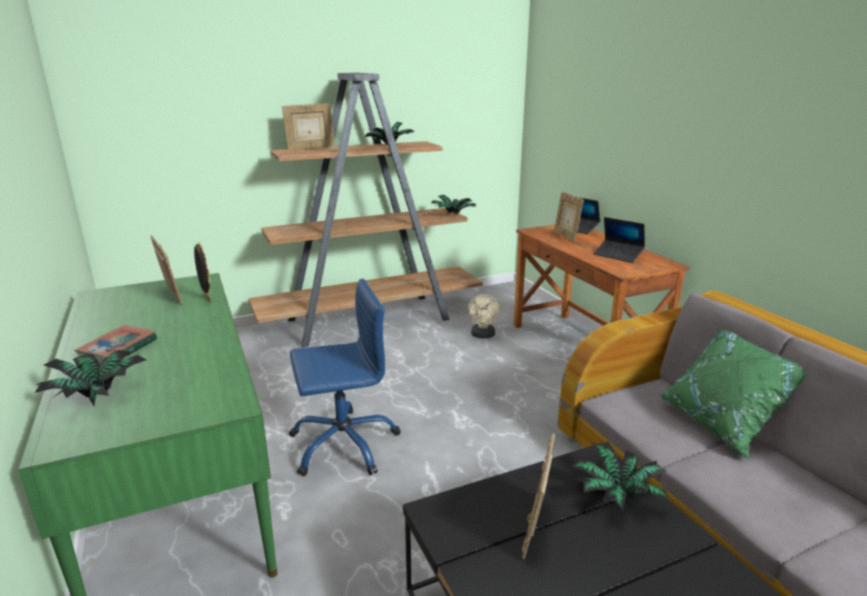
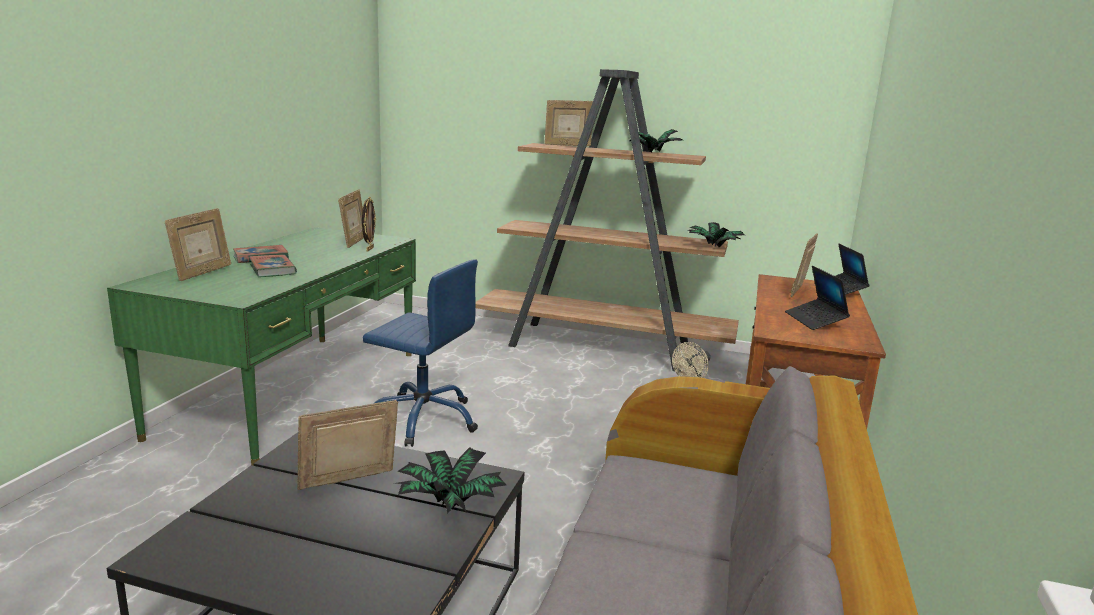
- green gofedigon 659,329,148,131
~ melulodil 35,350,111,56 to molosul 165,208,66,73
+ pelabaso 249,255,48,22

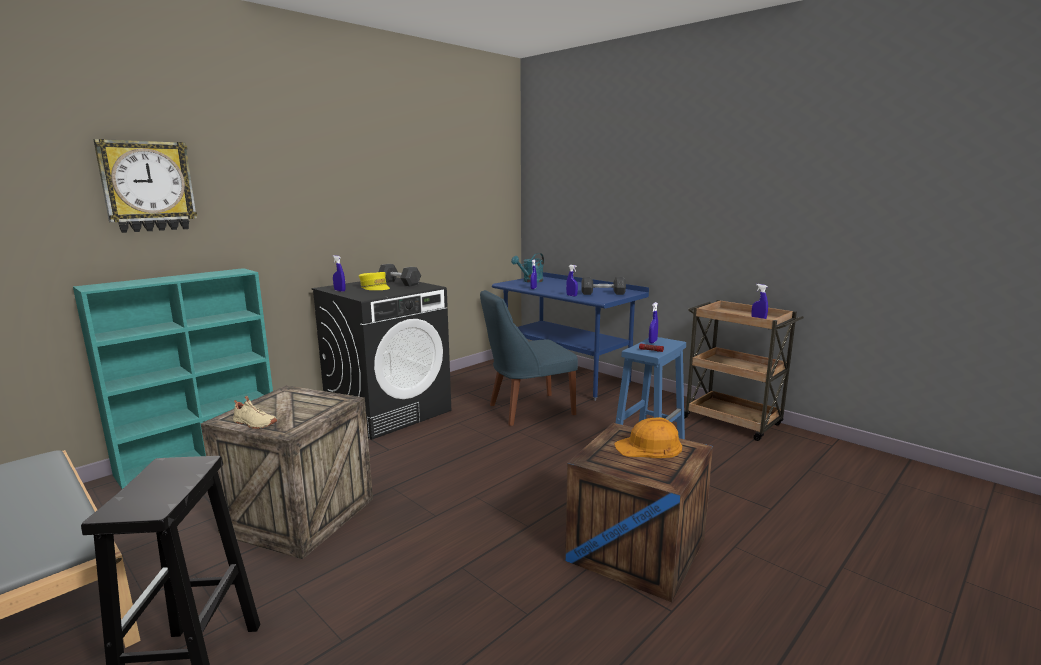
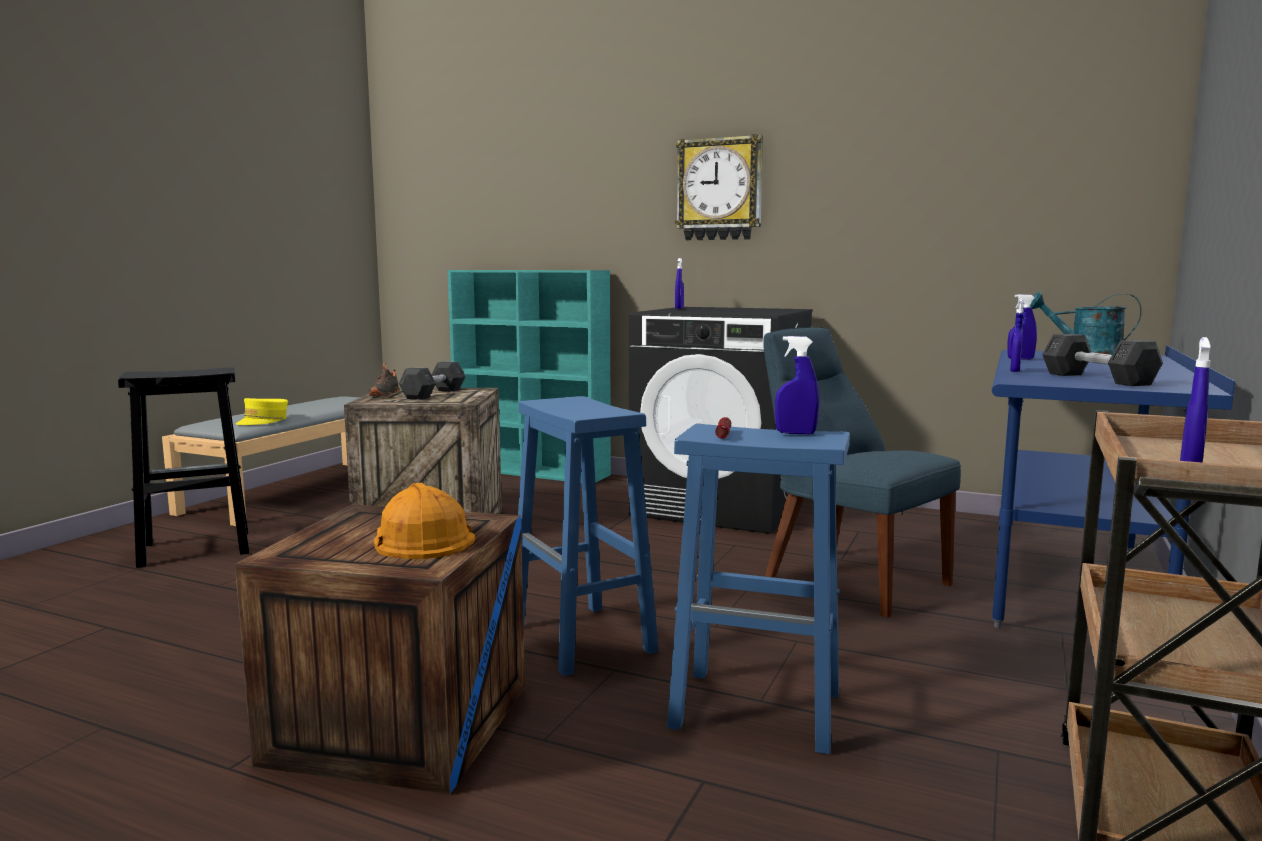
~ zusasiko 93,139,105,94 to 675,134,88,106
~ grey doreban 378,264,43,22 to 399,361,67,39
~ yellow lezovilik 359,272,31,18 to 236,398,52,27
~ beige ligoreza 233,396,44,33 to black ligoreza 369,364,31,32
+ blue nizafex 518,396,141,280

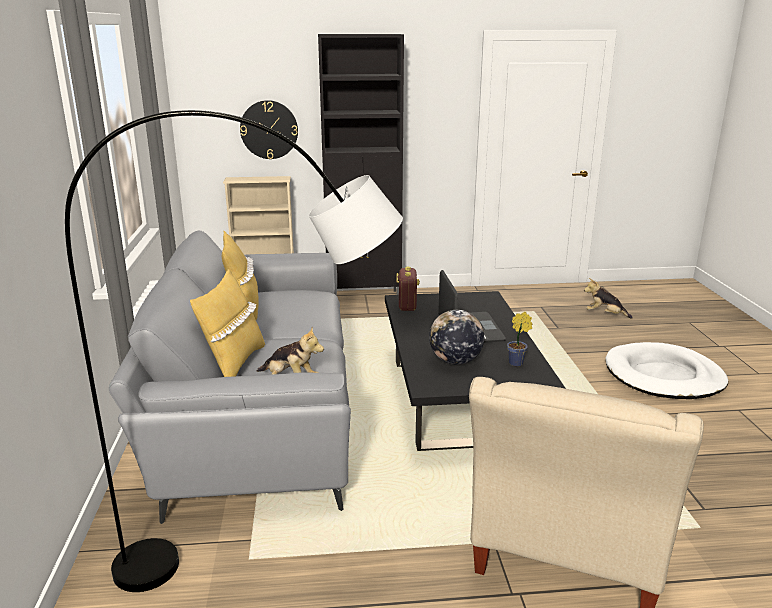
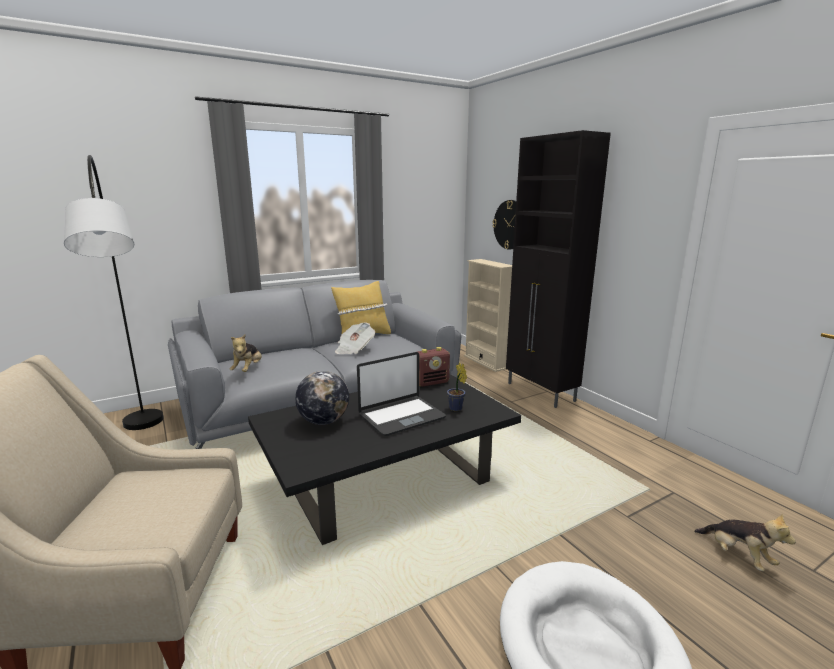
- yellow gofedigon 190,269,75,108
~ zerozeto 584,278,49,41 = 694,513,102,58 150 degrees clockwise
~ melulodil 507,312,25,54 to 447,363,20,48
+ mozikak 335,322,40,32

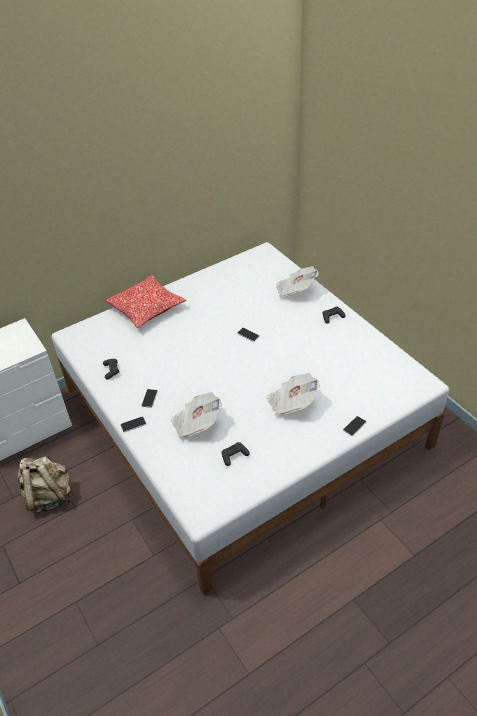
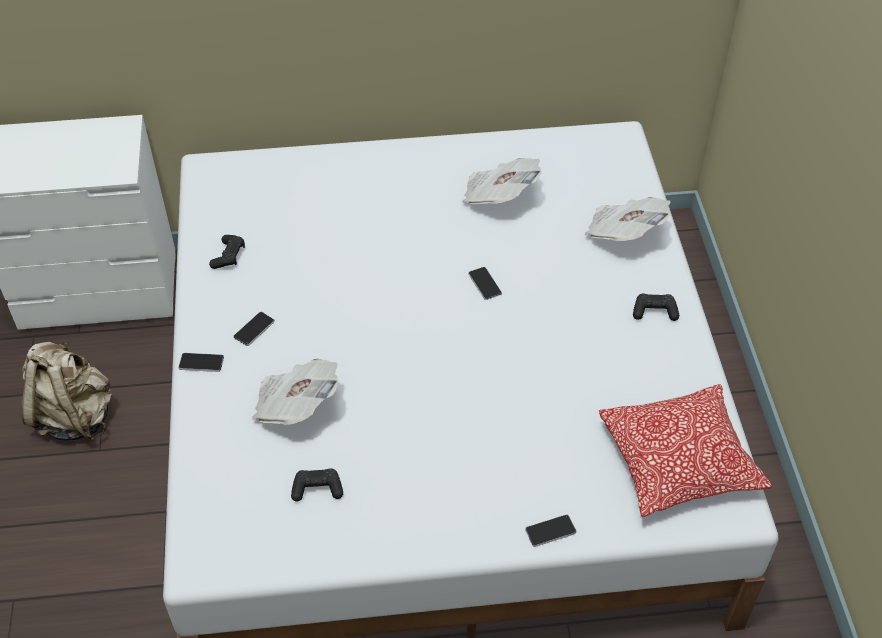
~ gofedigon 105,275,81,54 to 599,384,173,133
~ mozikak 267,373,53,43 to 462,158,79,46

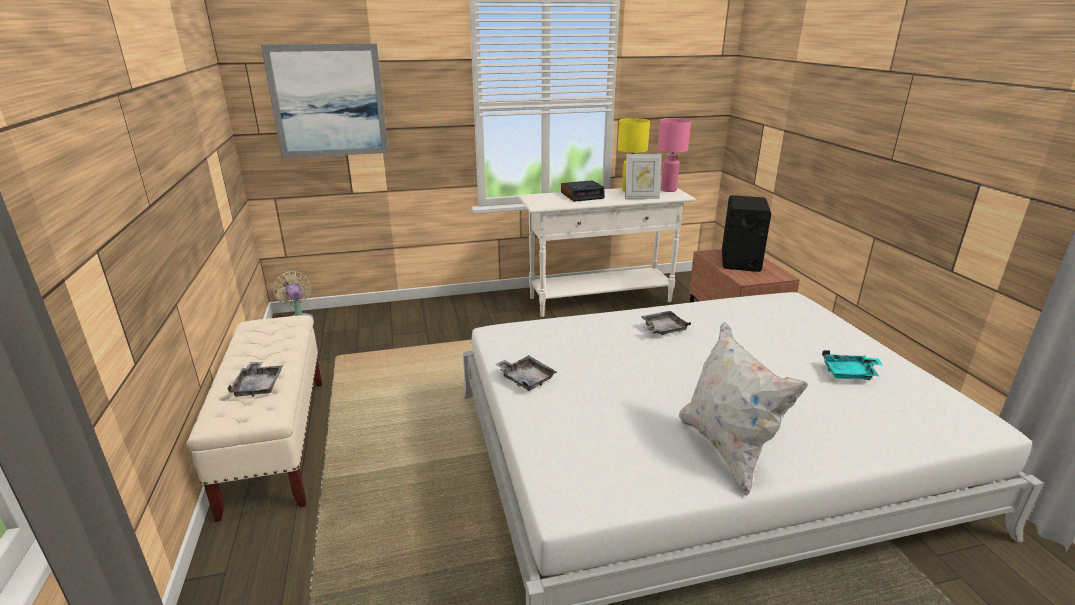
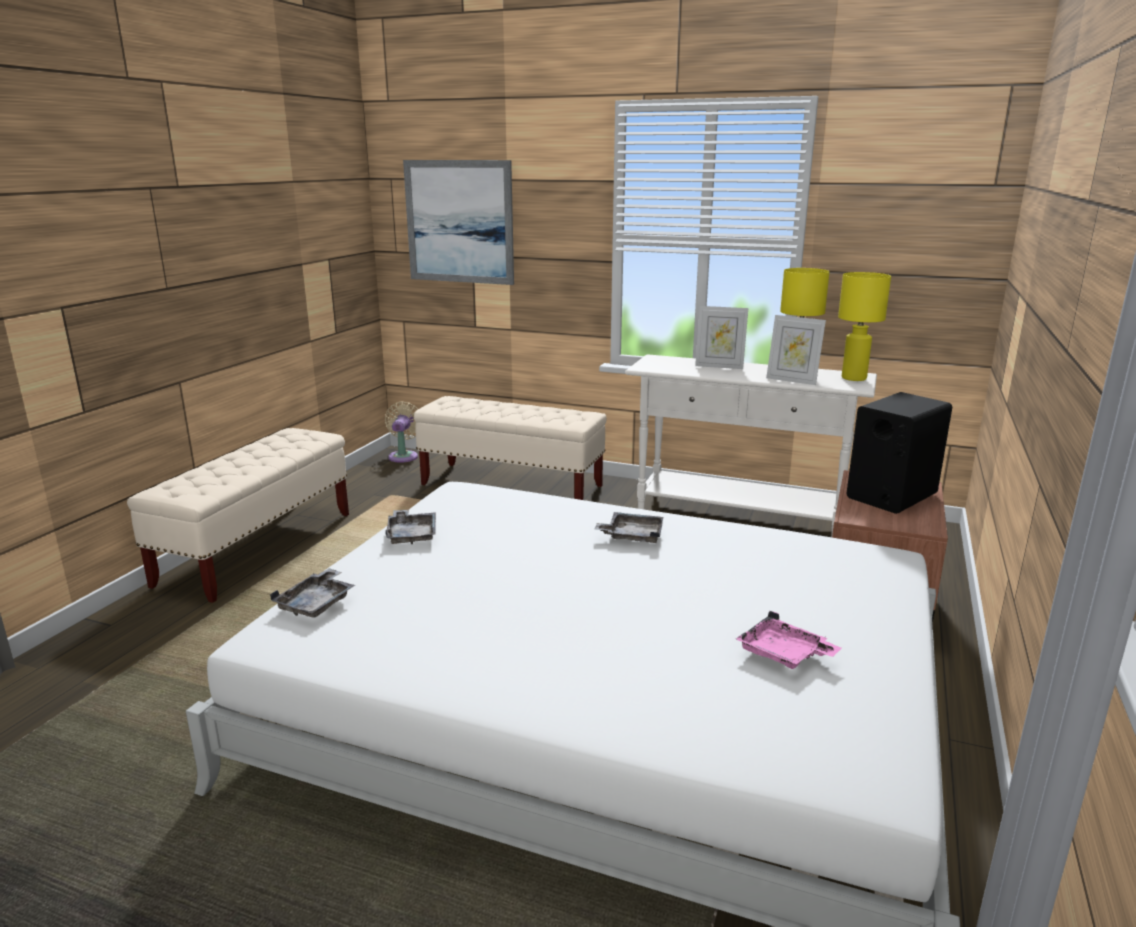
~ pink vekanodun 657,118,34,74 to yellow vekanodun 838,272,53,109
~ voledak 561,180,44,22 to molosul 695,306,53,63
- white gofedigon 679,322,129,174
~ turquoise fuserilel 822,350,60,30 to pink fuserilel 736,611,106,58
~ grey fuserilel 227,362,56,35 to 270,568,85,50
+ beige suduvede 414,396,193,104

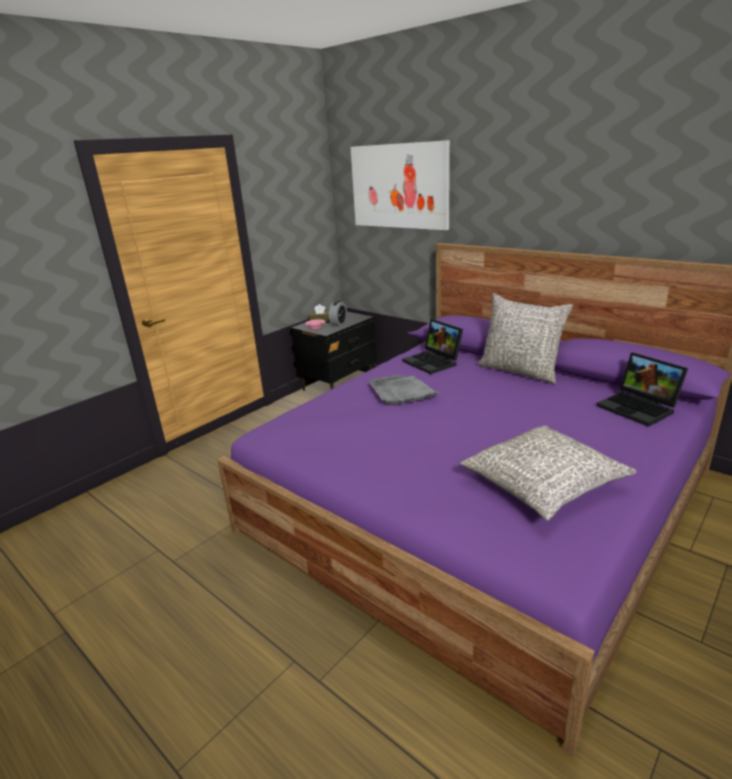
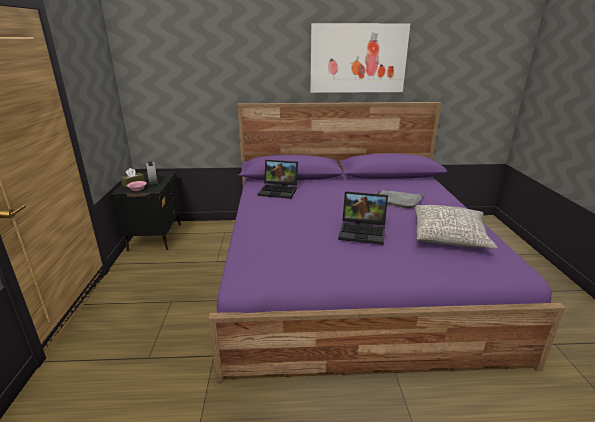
~ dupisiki 350,140,100,90 to 310,23,100,70
- grey gofedigon 477,293,96,91
~ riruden 596,353,92,74 to 338,191,50,54
~ grey fuserilel 369,375,71,29 to 376,190,48,19

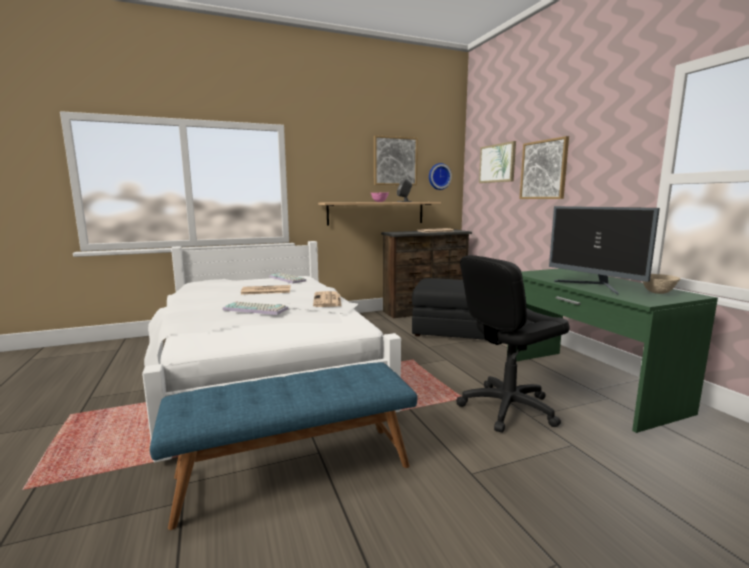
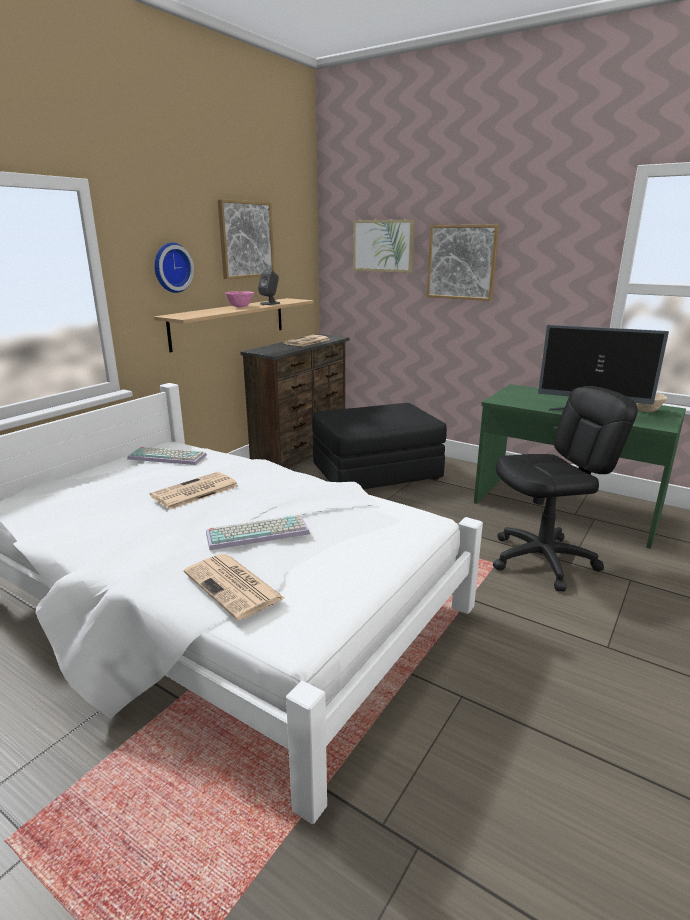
~ zusasiko 429,163,23,27 to 154,242,40,51
~ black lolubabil 456,255,114,178 = 493,386,145,205 135 degrees counterclockwise
~ mozikak 313,291,28,16 to 184,554,102,66
- blue suduvede 150,362,267,168

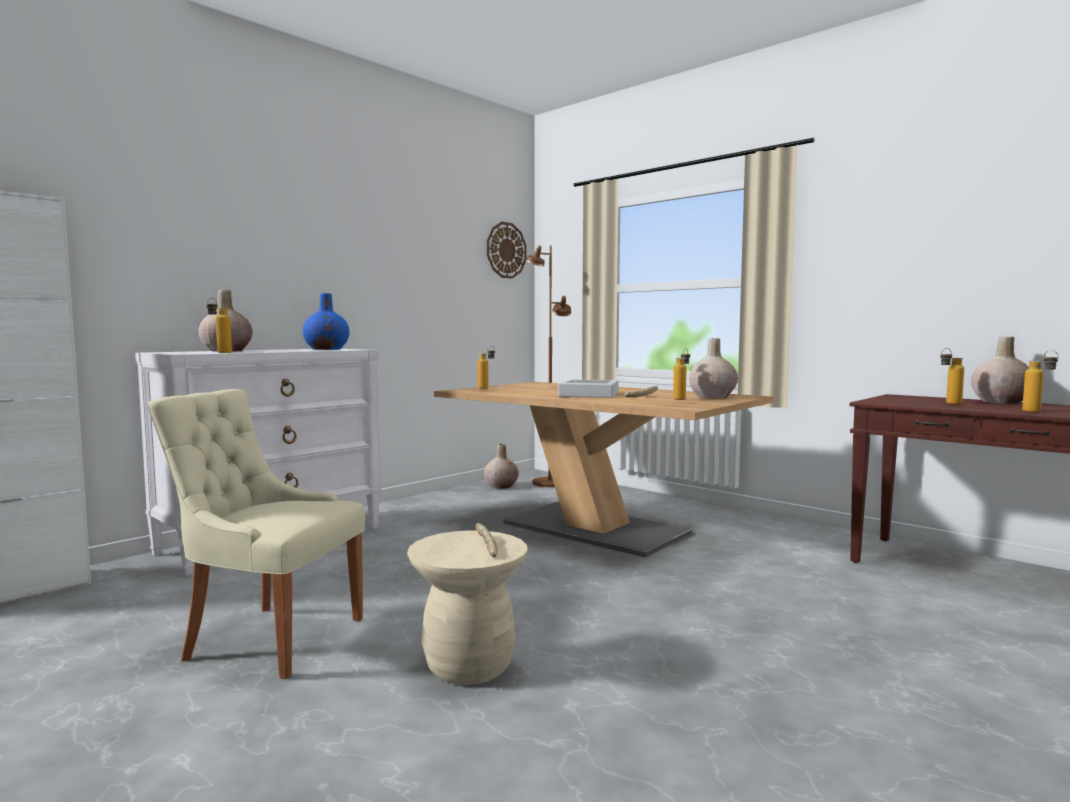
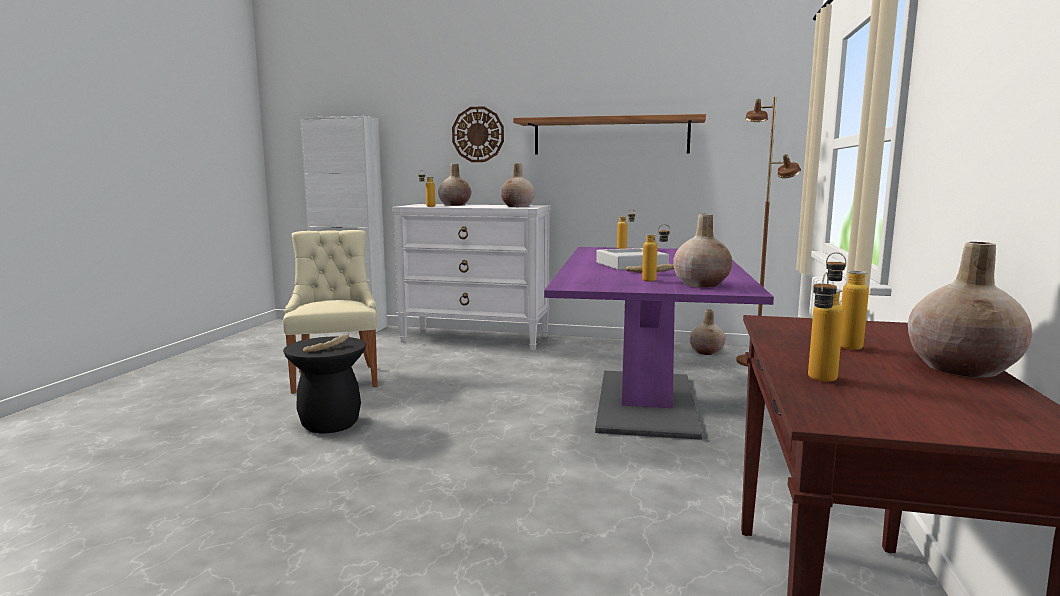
~ zusasiko 487,222,39,57 to 452,106,52,56
~ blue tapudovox 303,293,47,57 to beige tapudovox 501,163,34,44
~ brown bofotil 434,382,339,175 to purple bofotil 544,247,230,193
~ beige nizafex 407,530,121,155 to black nizafex 283,336,83,97
+ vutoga 513,114,193,41

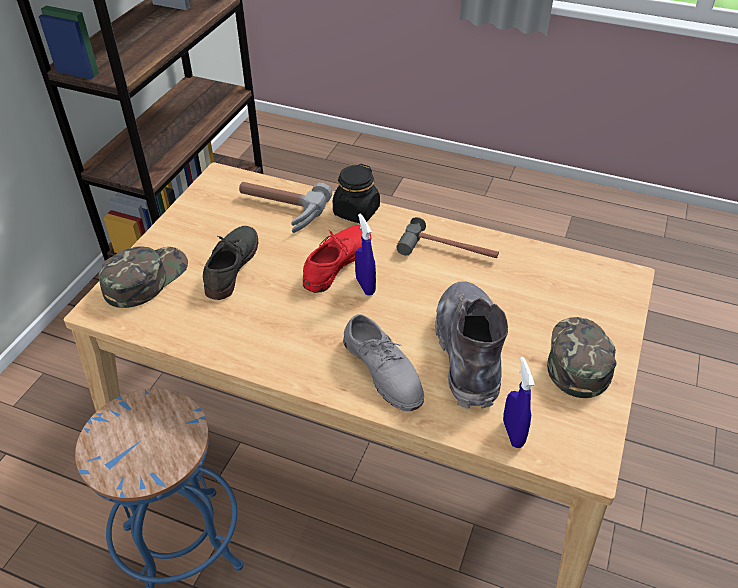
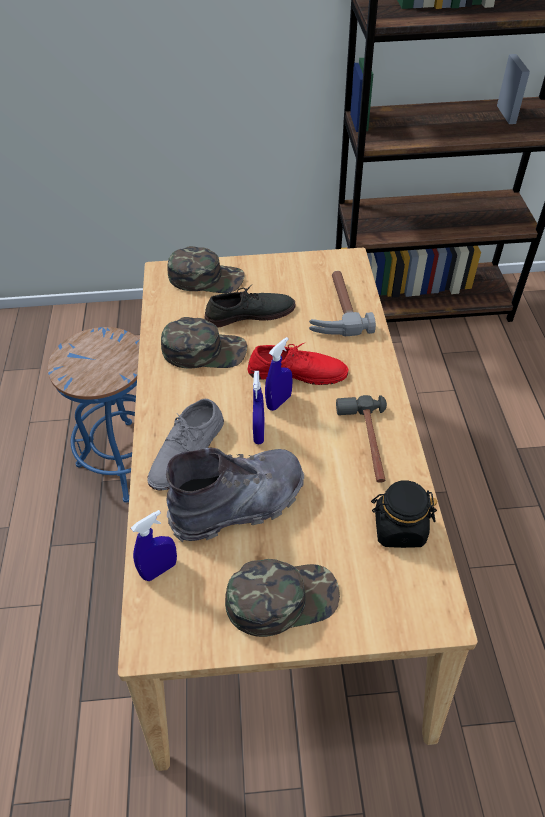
~ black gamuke 333,164,47,59 to 371,480,66,68
+ green lezovilik 161,317,86,51
+ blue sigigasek 253,371,12,73

